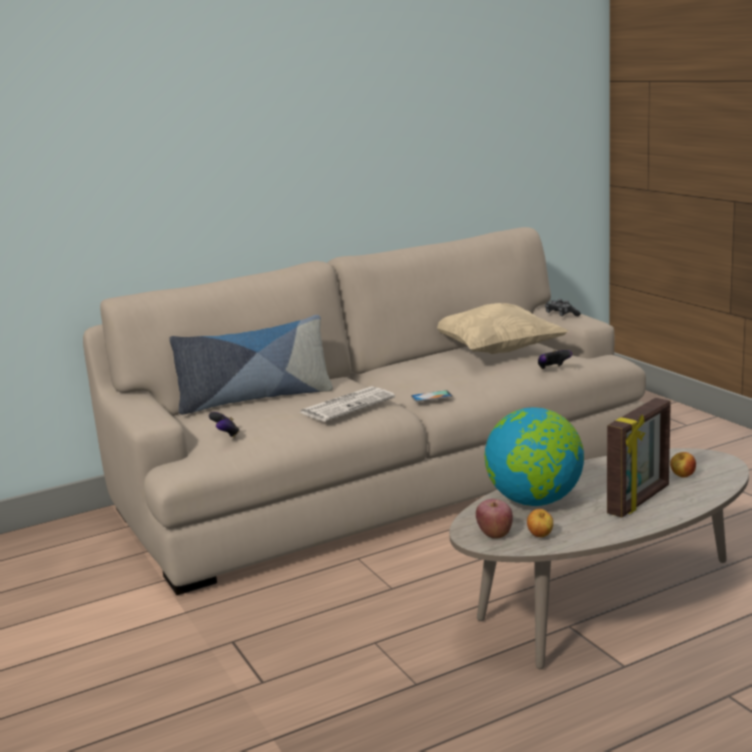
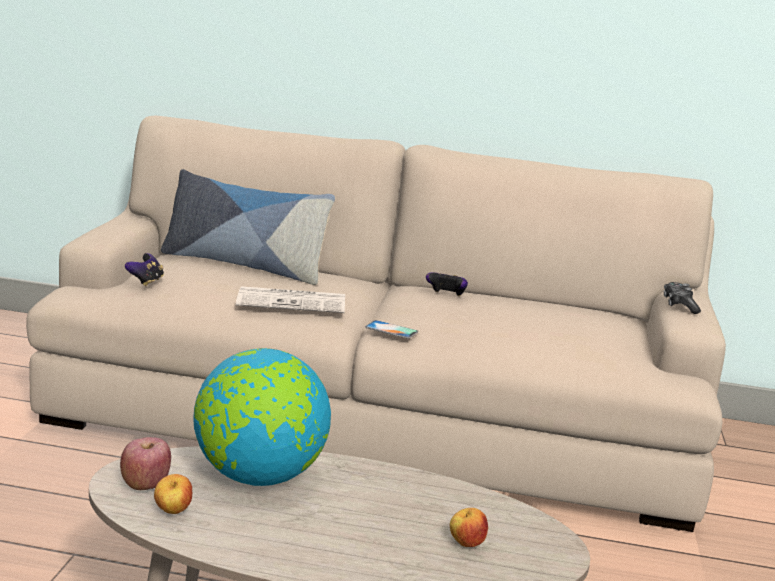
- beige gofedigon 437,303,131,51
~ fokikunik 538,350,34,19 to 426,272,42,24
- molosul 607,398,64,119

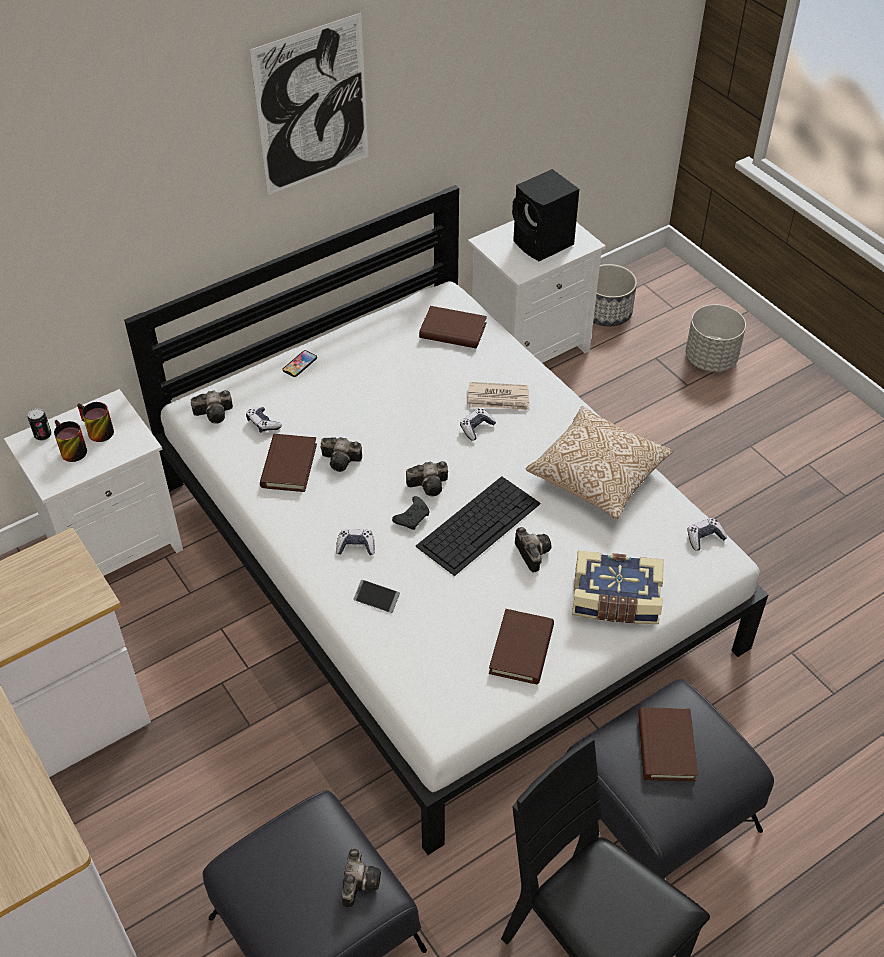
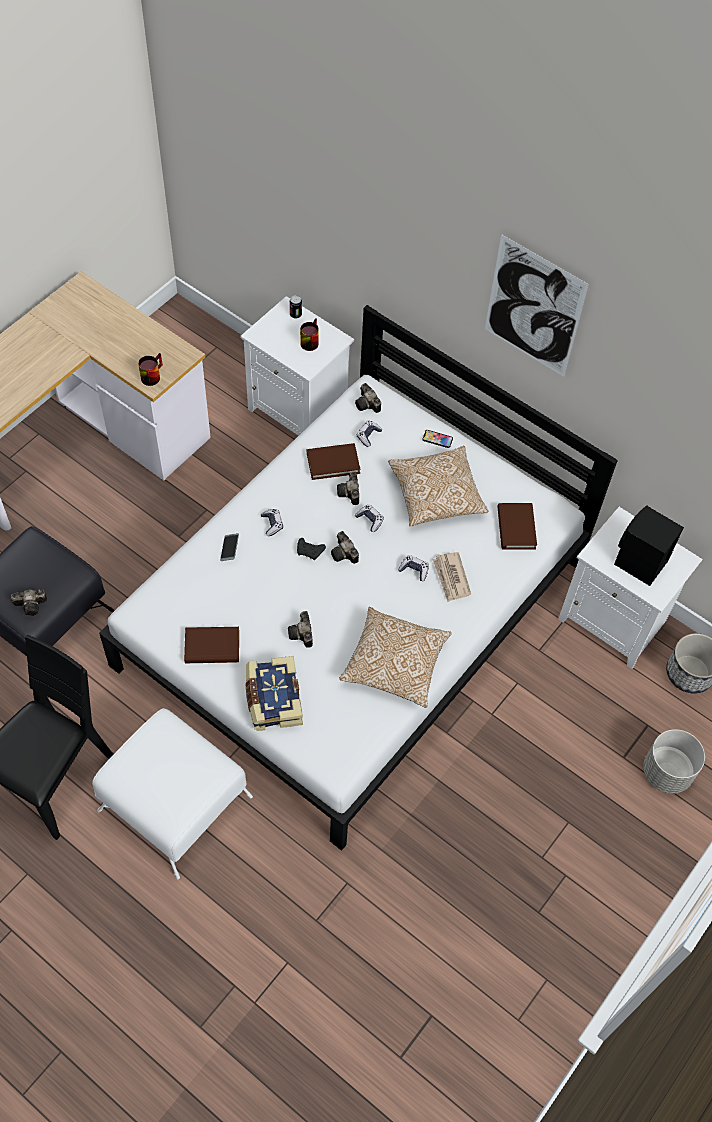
~ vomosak 54,420,33,42 to 138,353,25,33
- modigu 415,476,126,100
~ fokikunik 687,518,40,33 to 355,504,29,28
~ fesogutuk 515,527,37,46 = 288,611,25,37 120 degrees clockwise
~ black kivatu 567,679,207,200 to white kivatu 92,708,161,171
- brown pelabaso 638,707,60,74
+ gofedigon 388,446,100,81

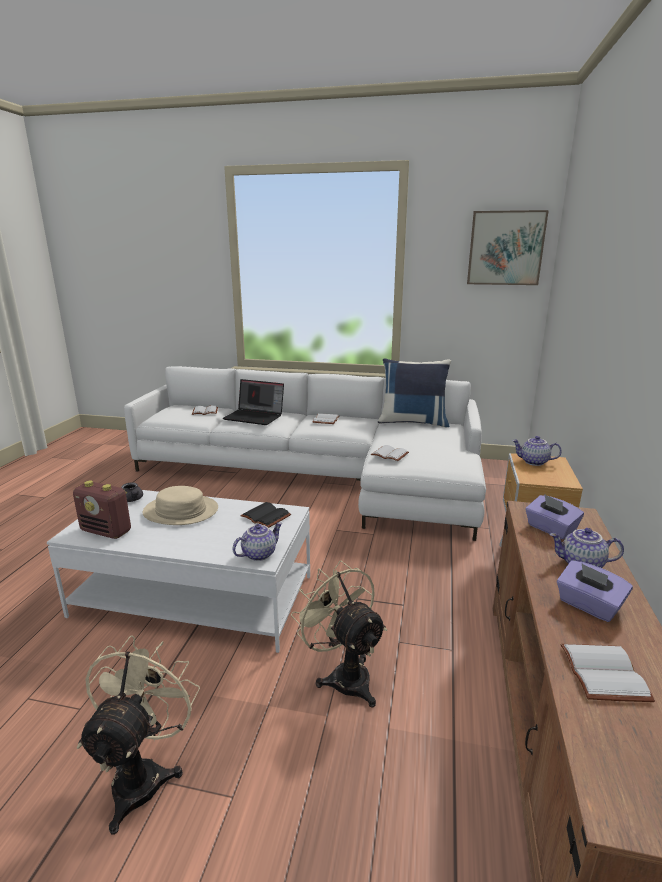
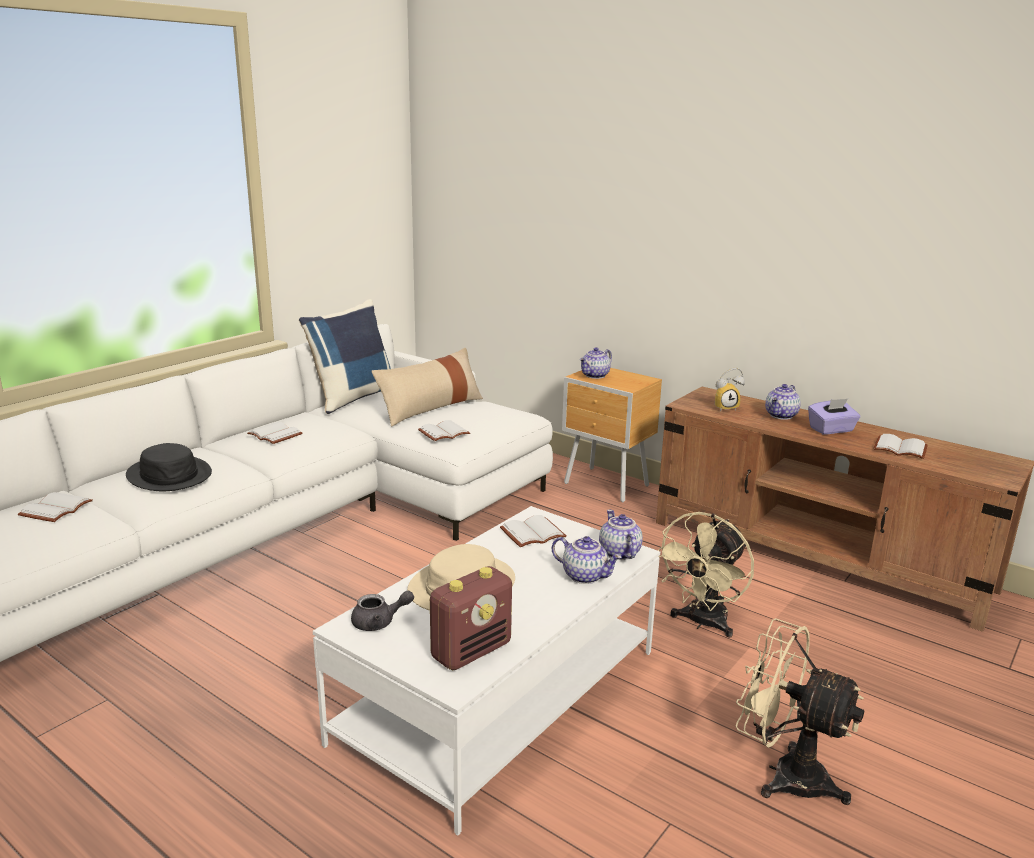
- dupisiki 467,210,82,75
~ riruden 223,379,61,46 to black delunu 126,443,86,48
~ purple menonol 525,495,59,44 to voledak 715,368,30,43
~ black pelabaso 240,502,51,26 to white pelabaso 500,515,66,32
~ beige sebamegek 291,561,96,146 = 658,512,96,126 45 degrees counterclockwise
+ beige gofedigon 371,348,112,79
+ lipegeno 552,536,70,48

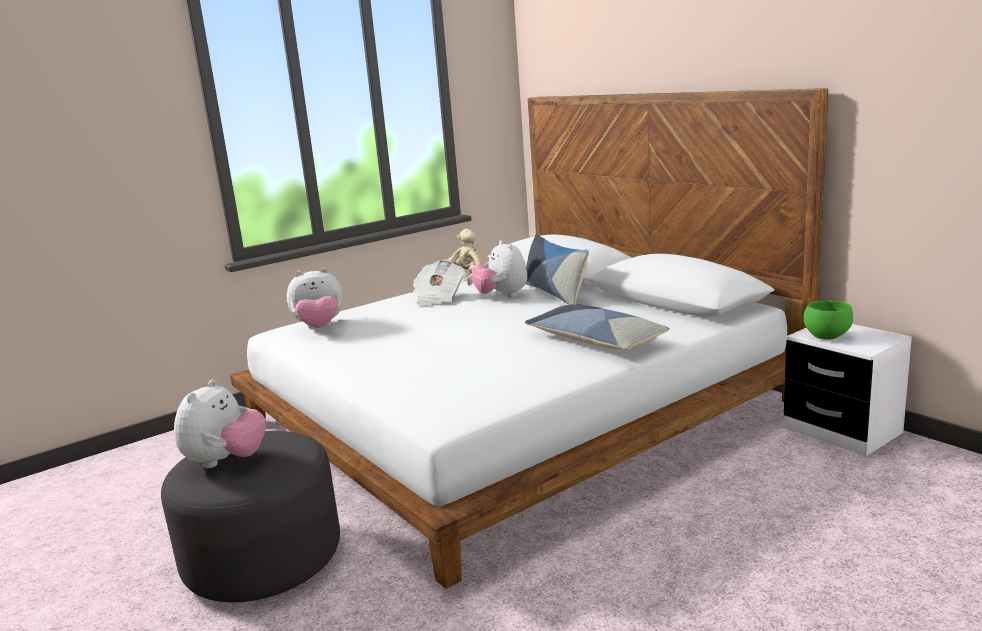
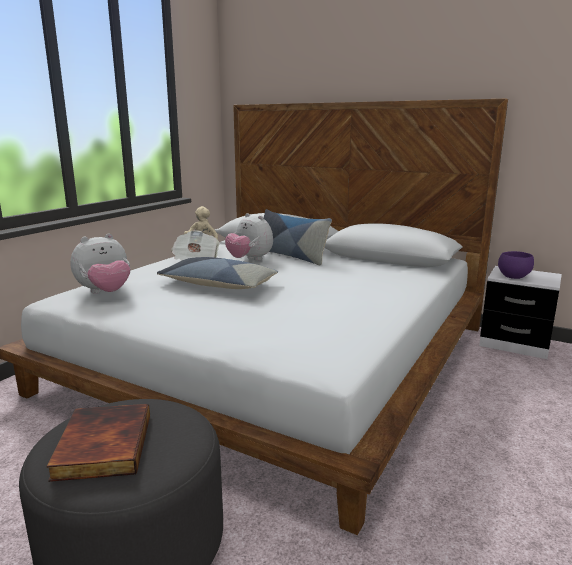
~ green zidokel 803,300,50,40 to purple zidokel 498,251,36,28
~ gofedigon 525,304,145,45 to 157,257,121,32
~ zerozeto 174,380,92,88 to pelabaso 46,404,104,78

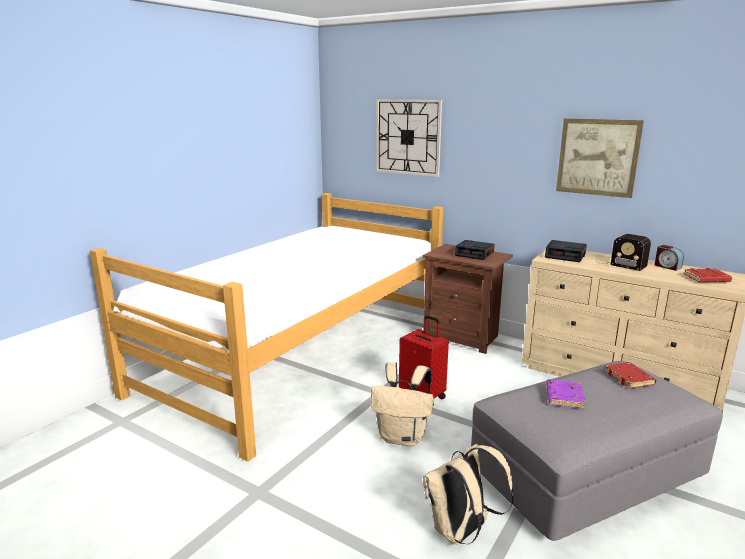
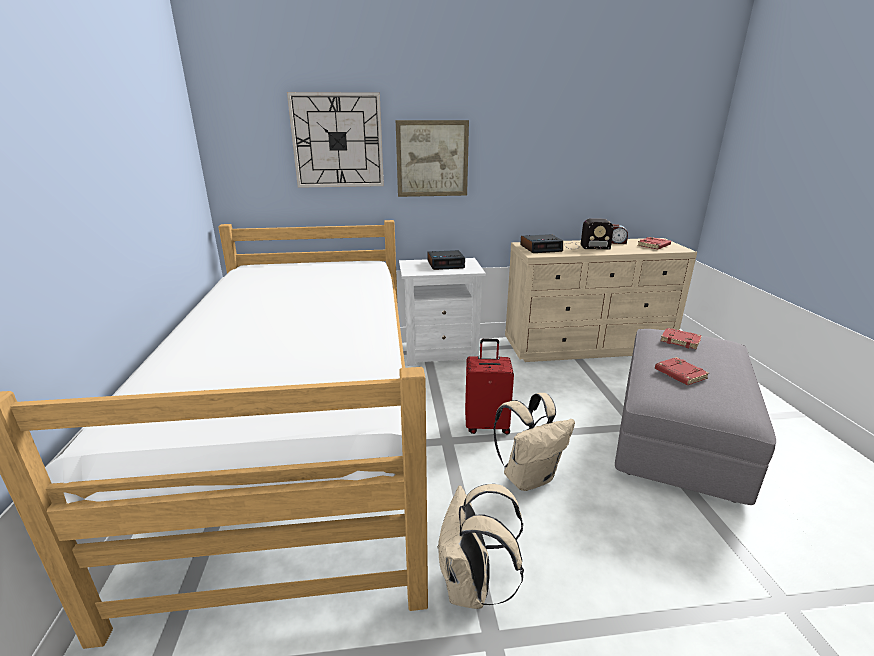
~ dupisiki 556,118,88,80 to 396,120,73,77
~ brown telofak 422,244,91,110 to white telofak 399,258,87,108
~ purple pelabaso 546,379,39,30 to red pelabaso 655,357,54,28
~ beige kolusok 423,444,91,101 to 437,484,87,125

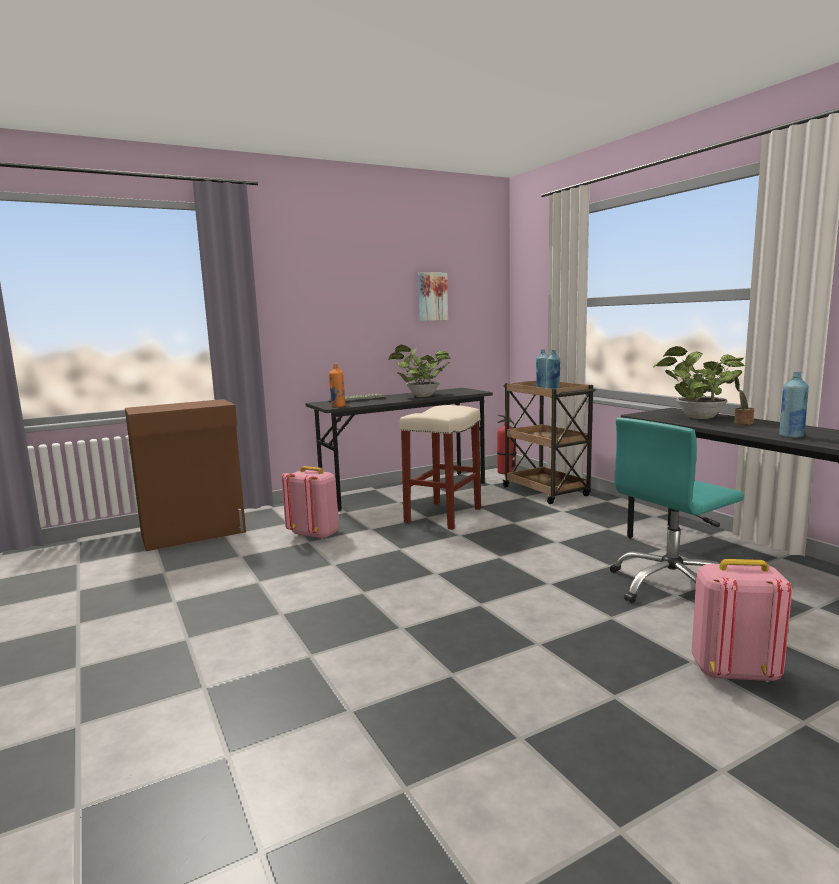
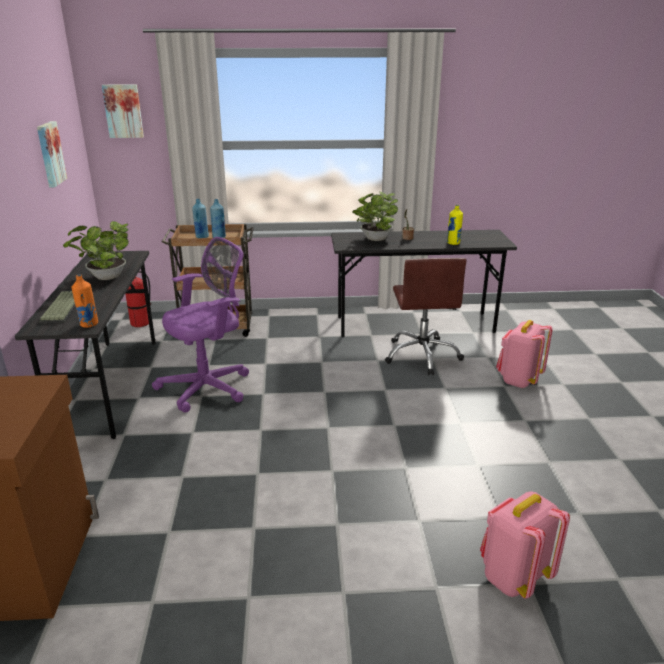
~ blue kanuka 779,372,30,66 to yellow kanuka 447,205,16,40
~ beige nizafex 399,405,82,125 to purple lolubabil 152,237,97,176
~ turquoise lolubabil 610,417,134,186 to brown lolubabil 385,258,82,117
~ pink kolusok 282,466,57,74 to 480,491,90,108
+ dupisiki 102,84,42,54

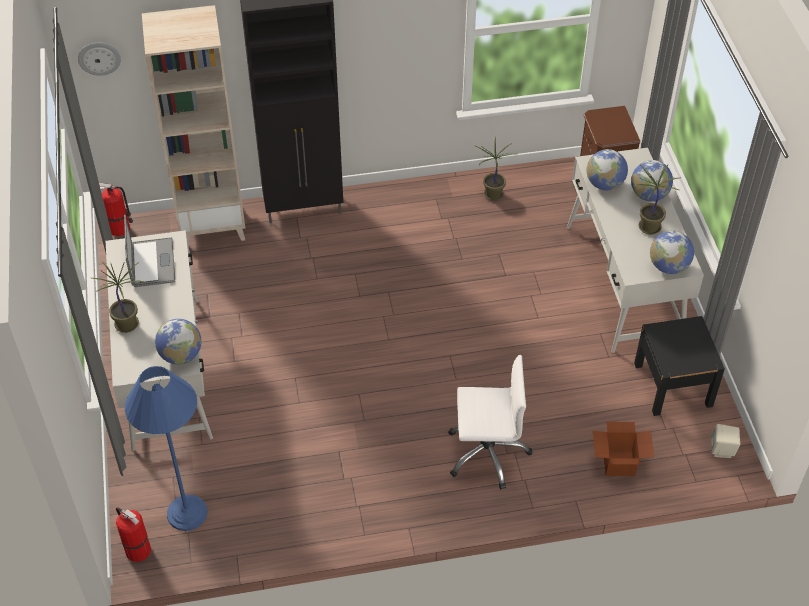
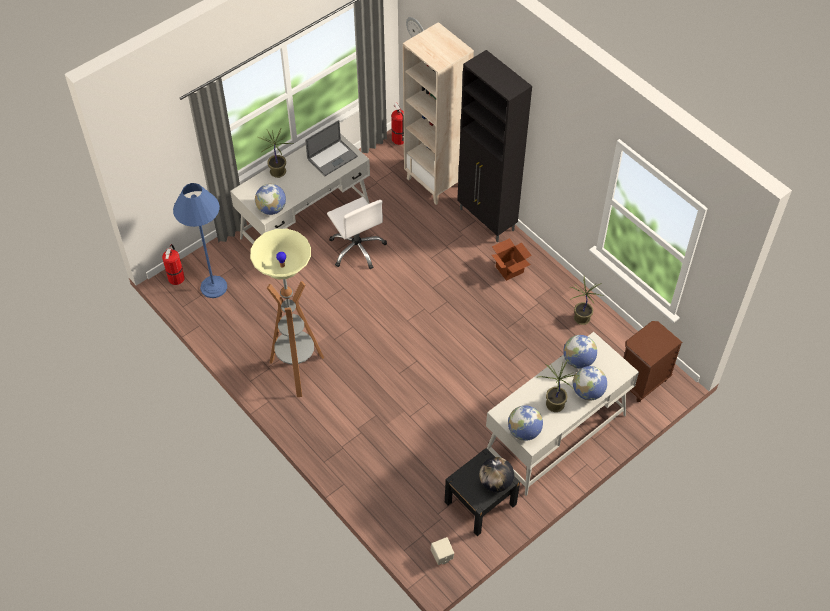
~ white lolubabil 448,355,84,134 to 327,197,60,72
~ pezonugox 593,422,61,54 to 492,238,40,43
+ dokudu 250,229,74,168
+ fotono 479,457,35,35

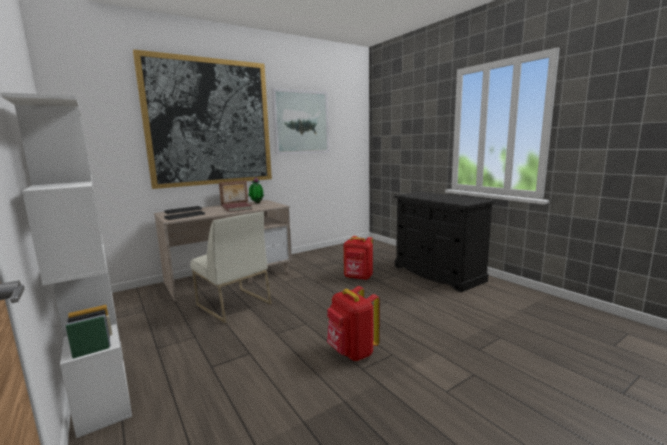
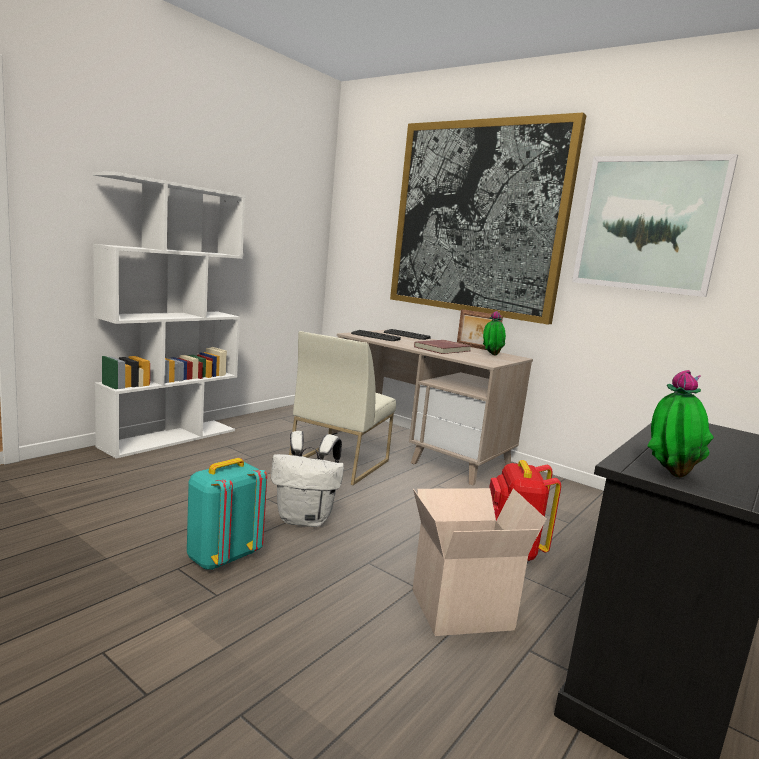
~ red kolusok 327,286,53,75 to turquoise kolusok 187,458,80,112
+ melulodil 647,370,67,107
+ white kolusok 271,431,73,96
+ pezonugox 413,488,133,148

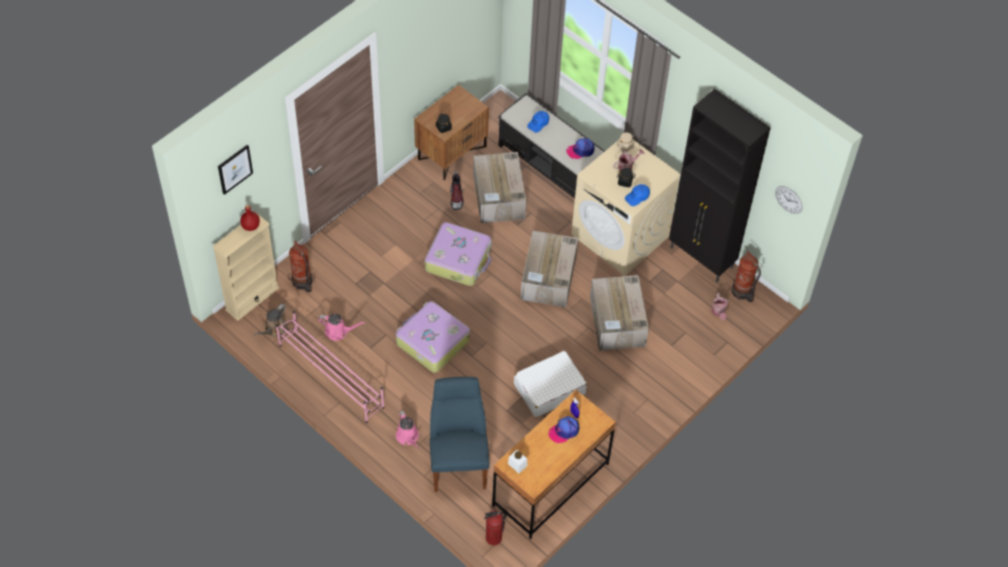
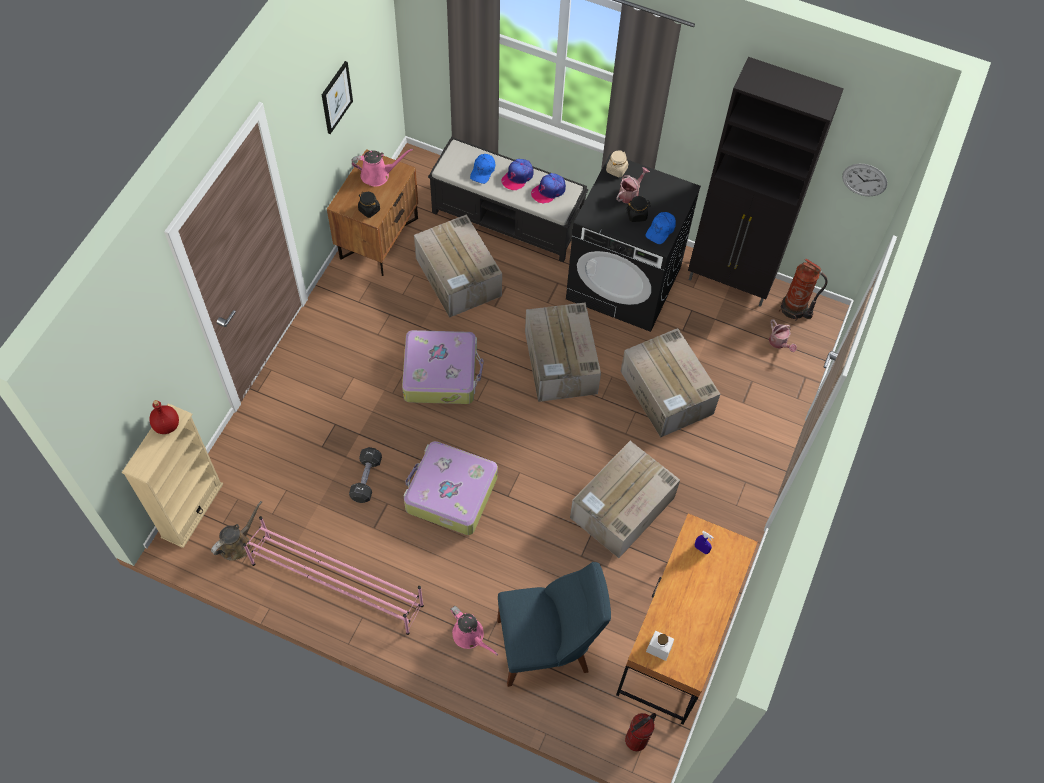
~ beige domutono 571,139,110,137 to black domutono 566,154,135,178
~ dupisiki 218,145,35,50 to 322,61,31,73
- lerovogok 450,171,14,39
- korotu 288,240,27,52
~ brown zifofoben 254,304,33,33 = 211,501,51,60 150 degrees counterclockwise
~ pink zifofoben 318,313,48,28 to 352,149,61,38
~ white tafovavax 514,351,73,66 to pezonugox 570,441,110,117
~ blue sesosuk 430,377,59,115 = 497,562,114,125 105 degrees clockwise
~ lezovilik 549,416,30,27 to 501,159,33,32
+ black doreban 349,447,33,56

